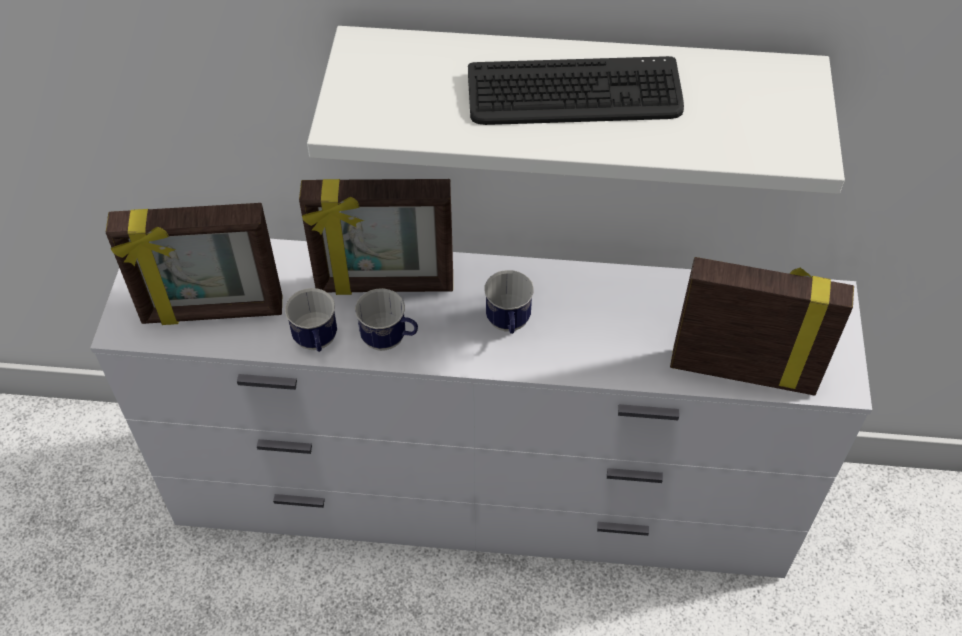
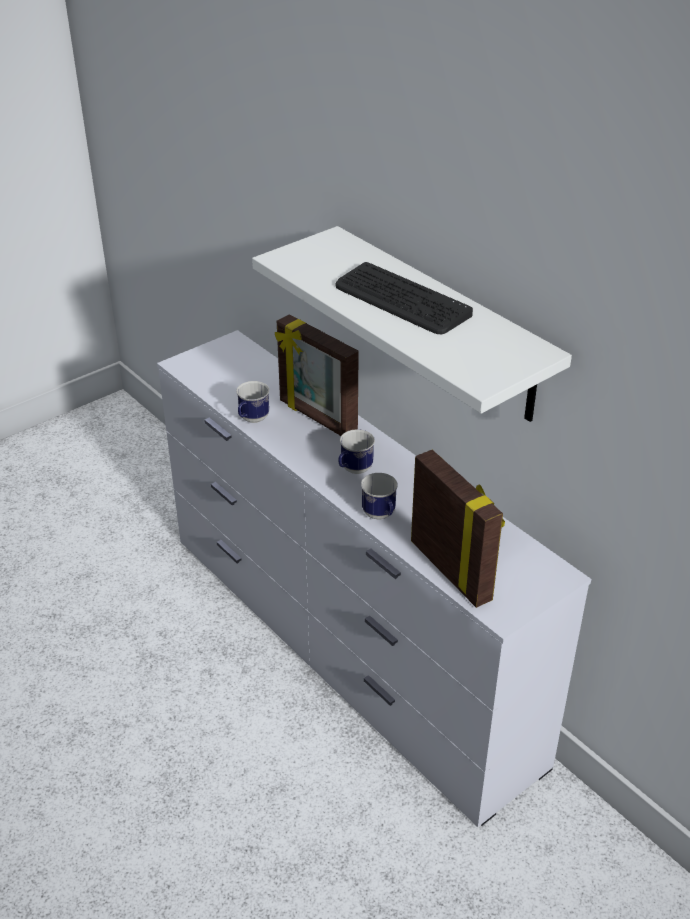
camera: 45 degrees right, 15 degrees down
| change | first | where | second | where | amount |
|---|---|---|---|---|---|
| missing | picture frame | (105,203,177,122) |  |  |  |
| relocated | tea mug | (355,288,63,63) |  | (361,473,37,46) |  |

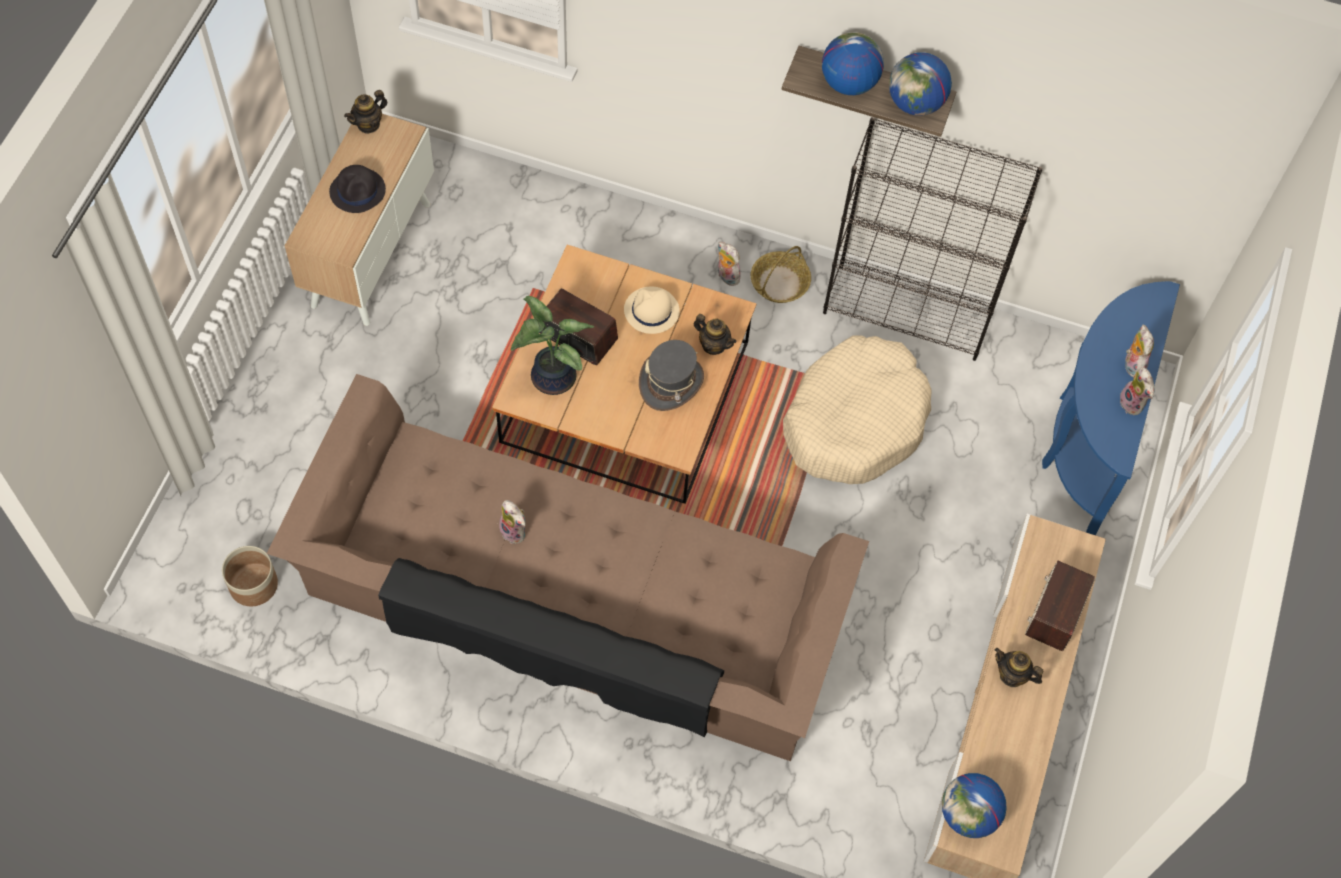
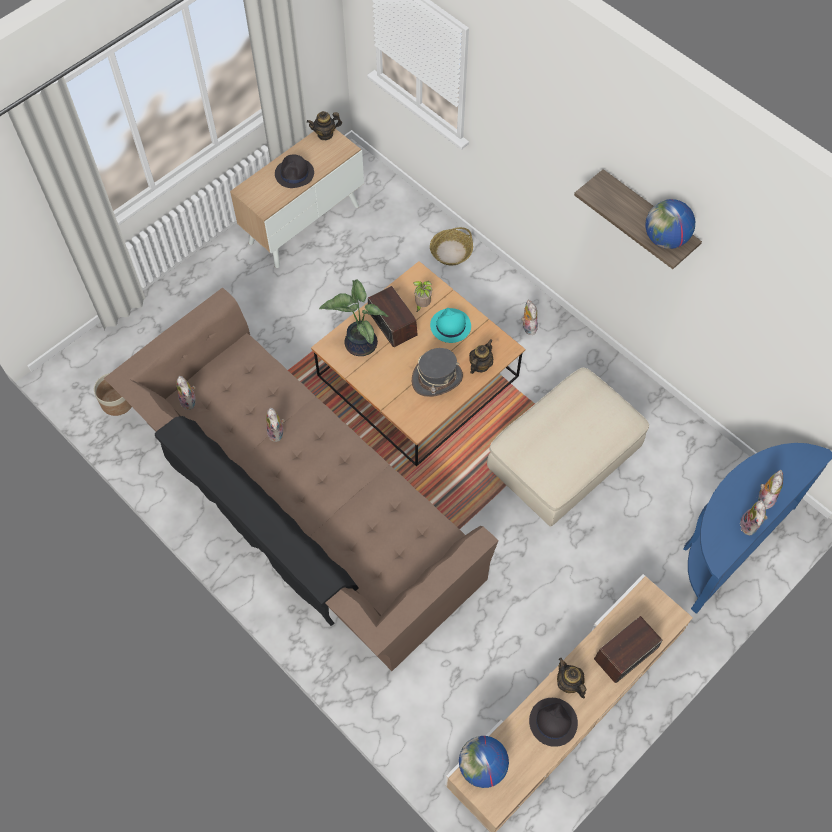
camera: 30 degrees right, 0 degrees up
| change | first | where | second | where | amount |
|---|---|---|---|---|---|
| colour | wearable hat in beige-coloured | (624,287,56,47) | wearable hat in turquoise-coloured | (430,308,41,35) |  |
| spun | teapot | (694,314,43,41) |  | (469,339,24,35) | 120 degrees counterclockwise |
| relocated | household basket | (751,246,60,57) |  | (430,227,43,38) |  |
| exchanged | pet bed in beige-coloured | (783,335,149,149) | ottoman in beige-coloured | (487,368,162,159) |  |
| missing | globe | (822,32,62,63) |  |  |  |
| missing | shelving unit in blackish | (823,117,220,244) |  |  |  |
| appeared |  |  | plush toy | (177,376,19,34) |  |
| appeared |  |  | plant in a pot | (413,281,19,31) |  |
| appeared |  |  | wearable hat in blackish | (529,698,49,49) |  |

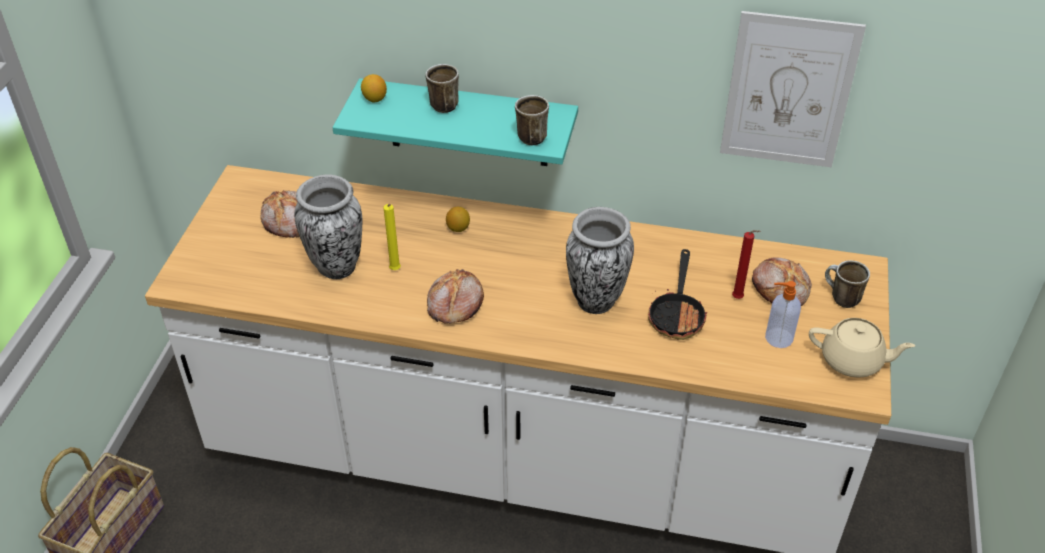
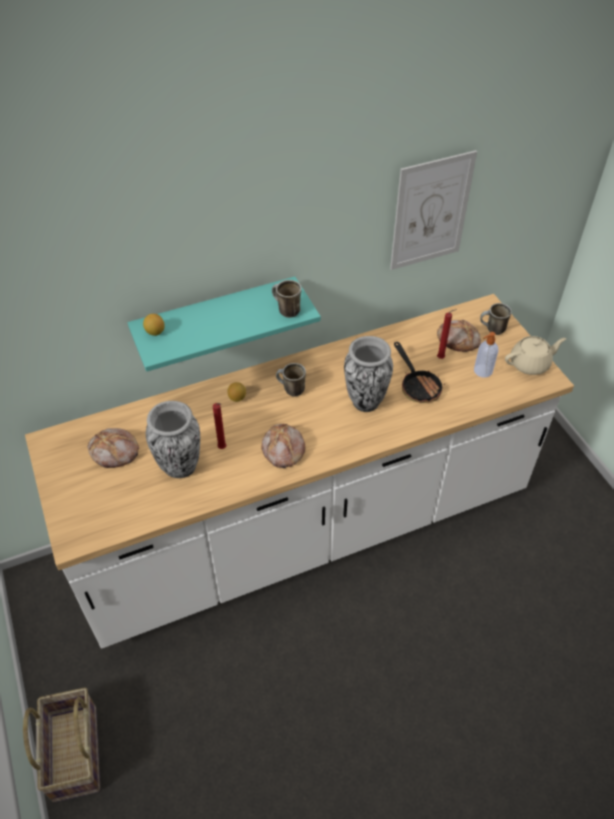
camera: 35 degrees left, 5 degrees up
| change | first | where | second | where | amount |
|---|---|---|---|---|---|
| colour | candle in yellow | (384,204,17,66) | candle in red | (213,403,13,46) |  |
| relocated | tea mug | (426,64,33,49) |  | (276,363,30,34) |  |

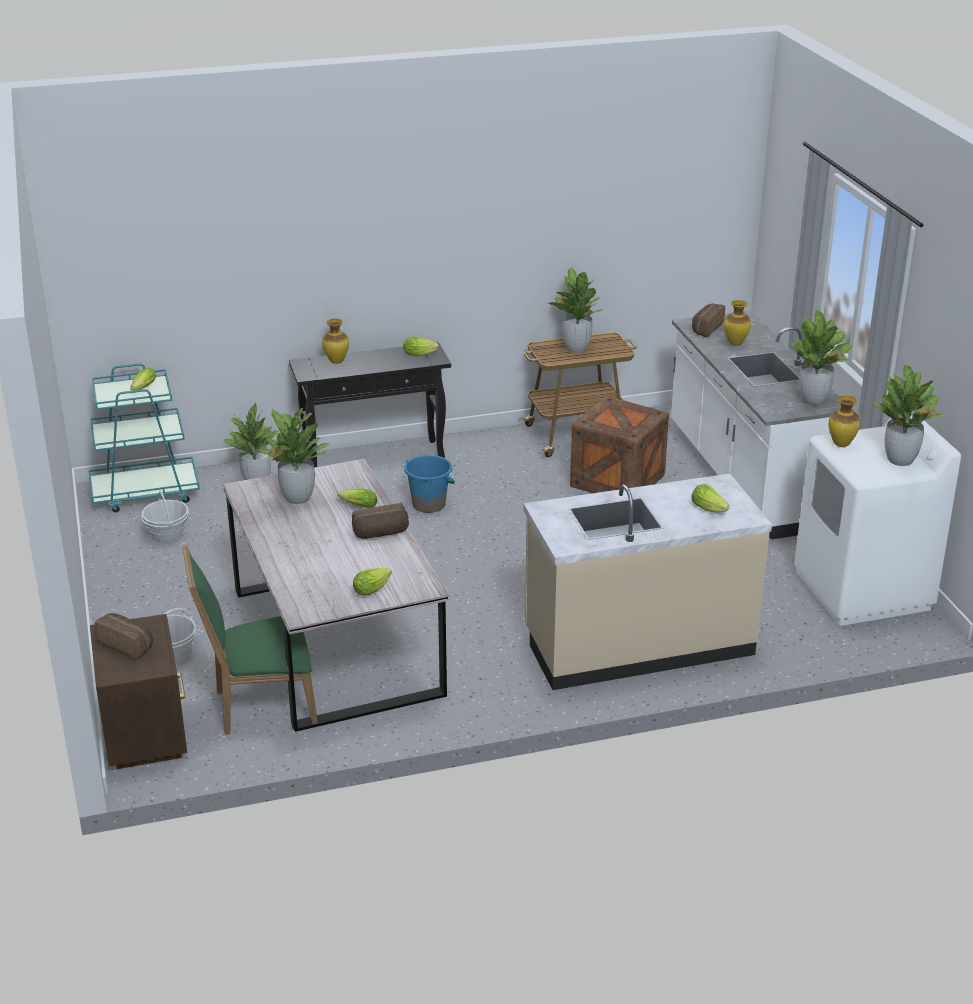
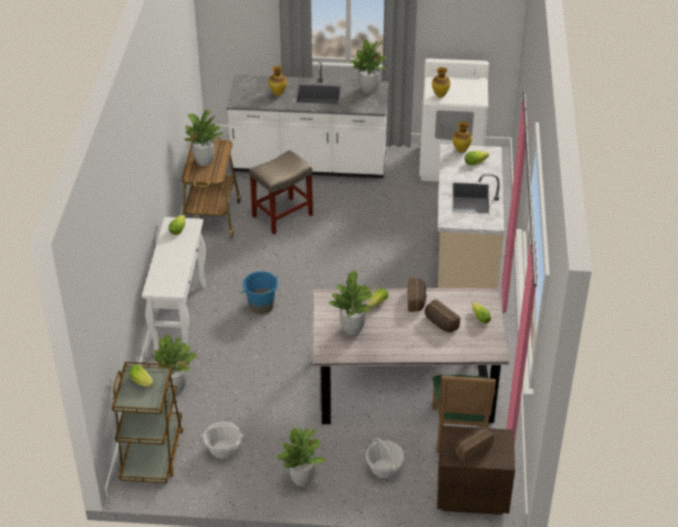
camera: 70 degrees left, 10 degrees up
| change | first | where | second | where | amount |
|---|---|---|---|---|---|
| colour | wheeled cart in turquoise-coloured | (88,363,112,149) | wheeled cart in brown | (112,362,72,121) |  |
| colour | hall table in blackish | (289,342,162,125) | hall table in whitish | (142,217,64,138) |  |
| relocated | vase | (322,319,27,45) |  | (453,121,19,32) |  |
| exchanged | shipping crate | (570,396,99,97) | stool seat in beige-coloured | (249,150,64,84) |  |
| relocated | baked bread | (692,303,33,34) |  | (425,299,35,33) |  |
| relocated | plant in a pot | (873,365,70,101) |  | (276,427,49,60) |  |

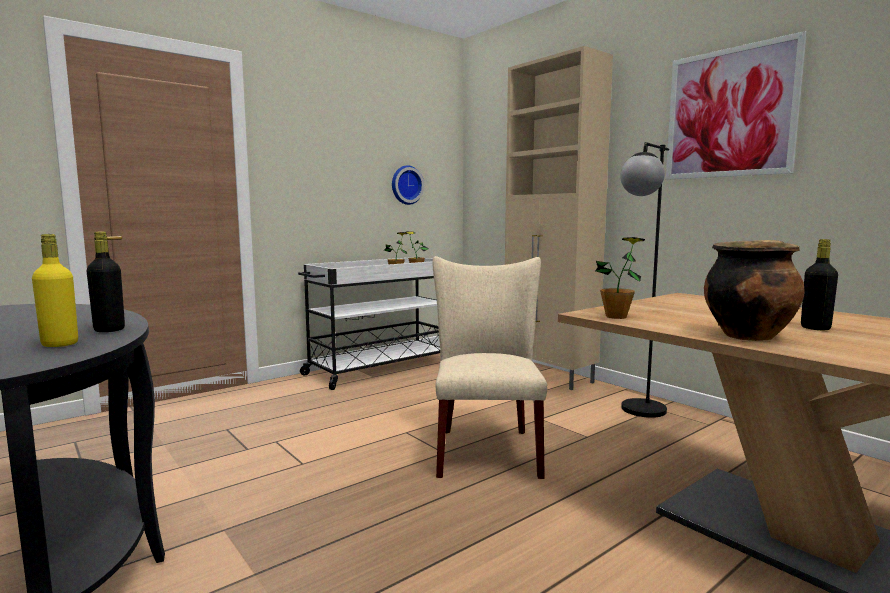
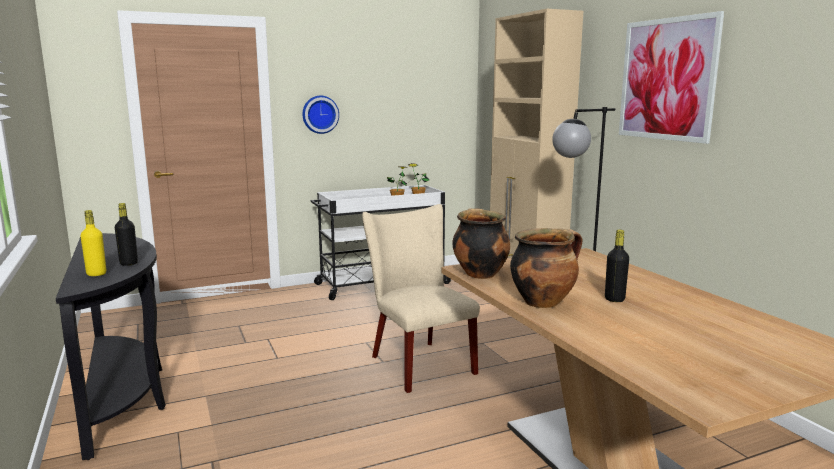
camera: 15 degrees right, 5 degrees up
| change | first | where | second | where | amount |
|---|---|---|---|---|---|
| relocated | wall clock | (392,165,32,40) |  | (302,95,37,39) |  |
| spun | plain chair in beige-coloured | (432,256,115,223) |  | (362,204,118,189) | 45 degrees counterclockwise |
| exchanged | plant in a pot | (595,237,50,82) | stockpot | (452,208,58,71) |  |

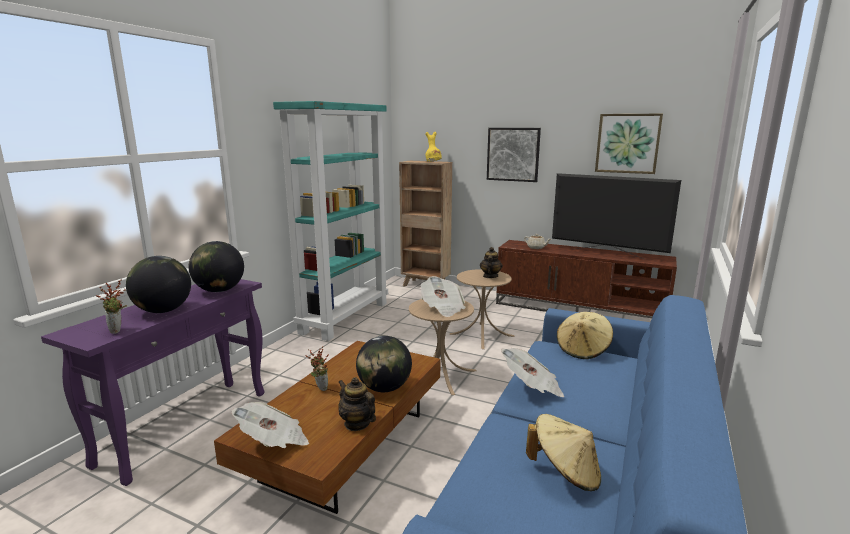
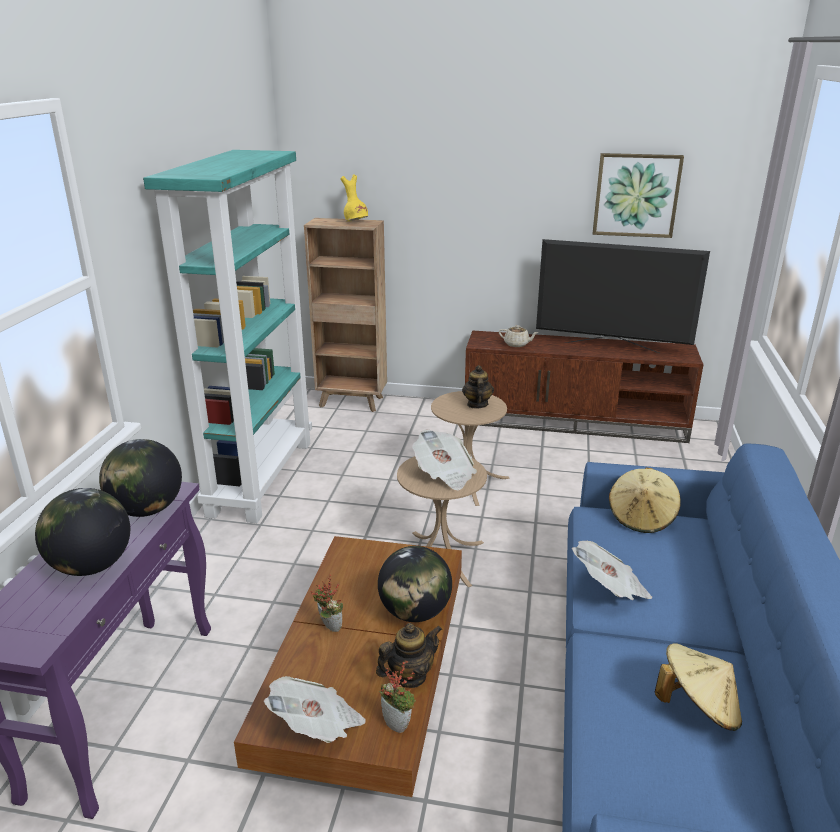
camera: 15 degrees left, 10 degrees up
| change | first | where | second | where | amount |
|---|---|---|---|---|---|
| relocated | plant in a pot | (96,280,31,54) |  | (379,661,37,72) |  |
| spun | teapot | (338,377,38,54) |  | (376,623,66,65) | 120 degrees clockwise |
| missing | picture | (487,128,54,54) |  |  |  |

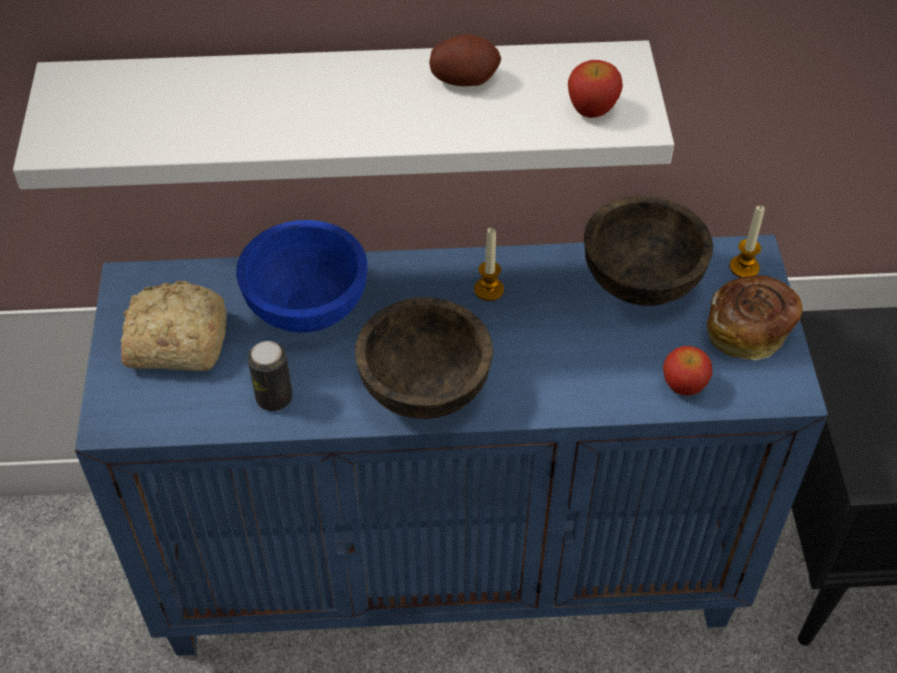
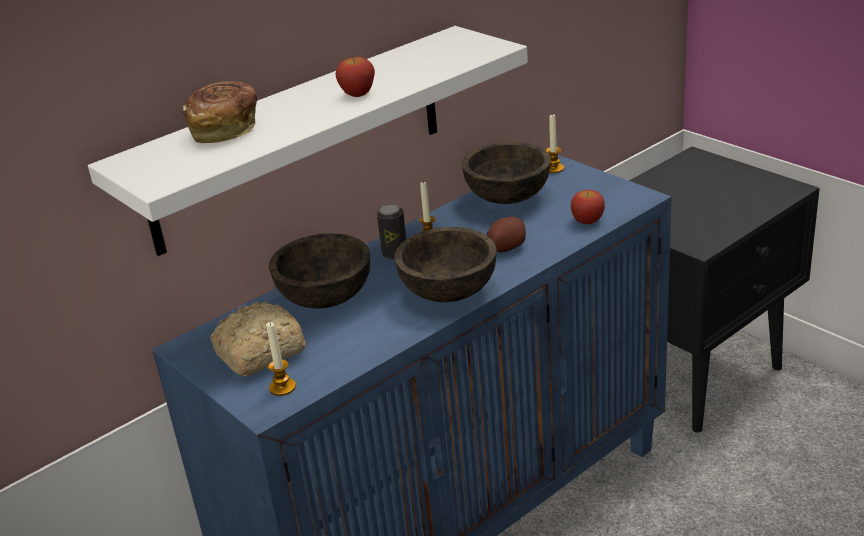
camera: 35 degrees left, 20 degrees down
| change | first | where | second | where | amount |
|---|---|---|---|---|---|
| colour | bowl in blue | (236,220,131,113) | bowl in brown | (269,233,101,76) |  |
| relocated | can | (248,341,45,70) |  | (377,204,29,56) |  |
| relocated | spud | (429,34,72,52) |  | (486,217,40,35) |  |
| relocated | apple fruit | (568,60,55,58) |  | (335,57,40,40) |  |
| relocated | baked bread | (707,275,96,86) |  | (182,81,75,62) |  |
| appeared |  |  | candle | (266,321,30,75) |  |

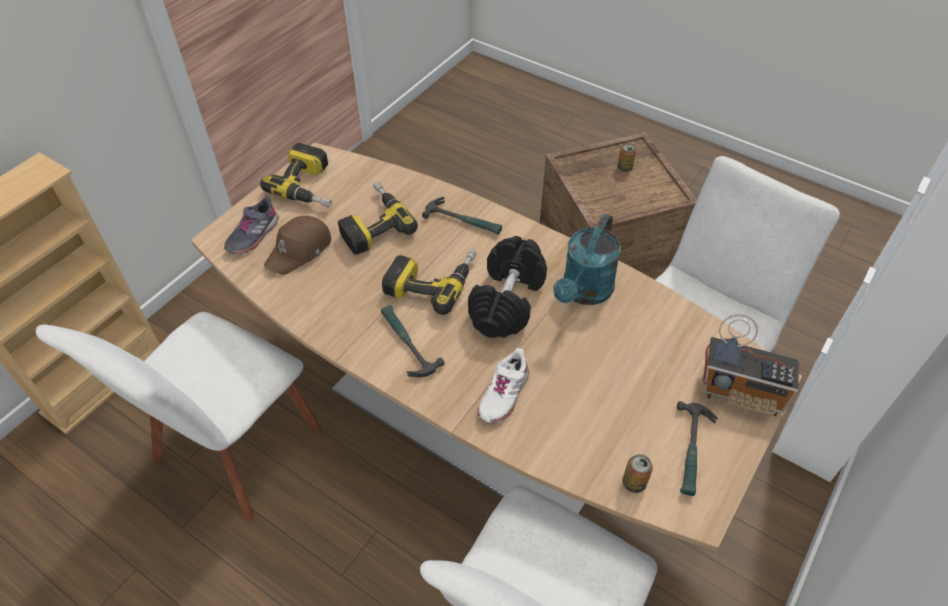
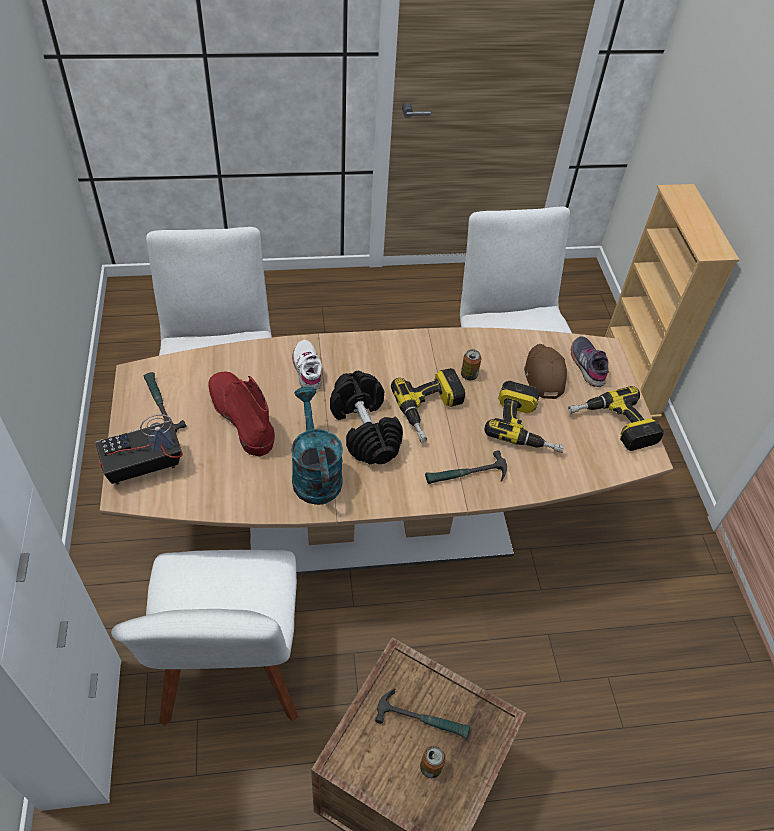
camera: 135 degrees right, 0 degrees up
| change | first | where | second | where | amount |
|---|---|---|---|---|---|
| relocated | hammer | (381,305,64,72) |  | (375,688,95,51) |  |
| relocated | can | (623,454,30,39) |  | (461,349,20,31) |  |
| appeared |  |  | high-top boot in red | (208,372,67,85) |  |

